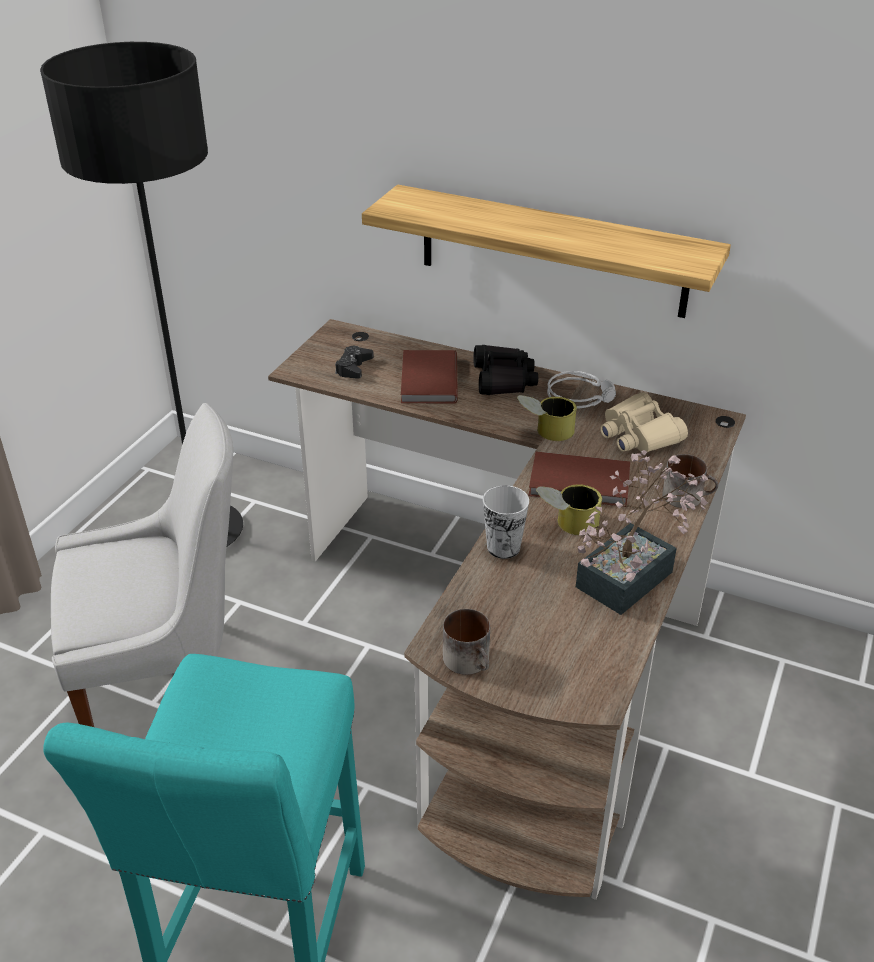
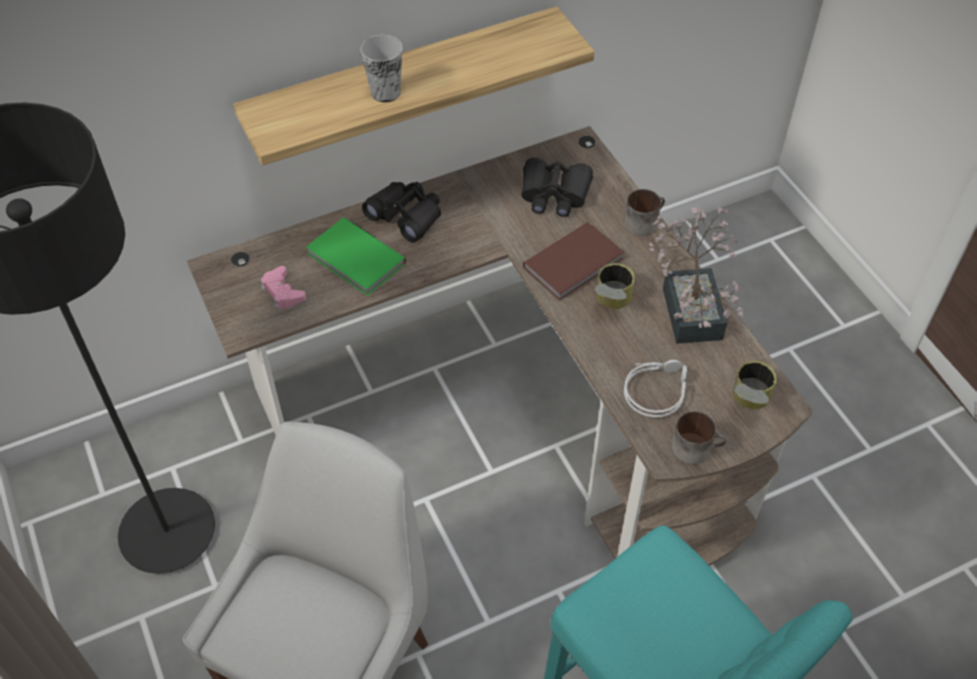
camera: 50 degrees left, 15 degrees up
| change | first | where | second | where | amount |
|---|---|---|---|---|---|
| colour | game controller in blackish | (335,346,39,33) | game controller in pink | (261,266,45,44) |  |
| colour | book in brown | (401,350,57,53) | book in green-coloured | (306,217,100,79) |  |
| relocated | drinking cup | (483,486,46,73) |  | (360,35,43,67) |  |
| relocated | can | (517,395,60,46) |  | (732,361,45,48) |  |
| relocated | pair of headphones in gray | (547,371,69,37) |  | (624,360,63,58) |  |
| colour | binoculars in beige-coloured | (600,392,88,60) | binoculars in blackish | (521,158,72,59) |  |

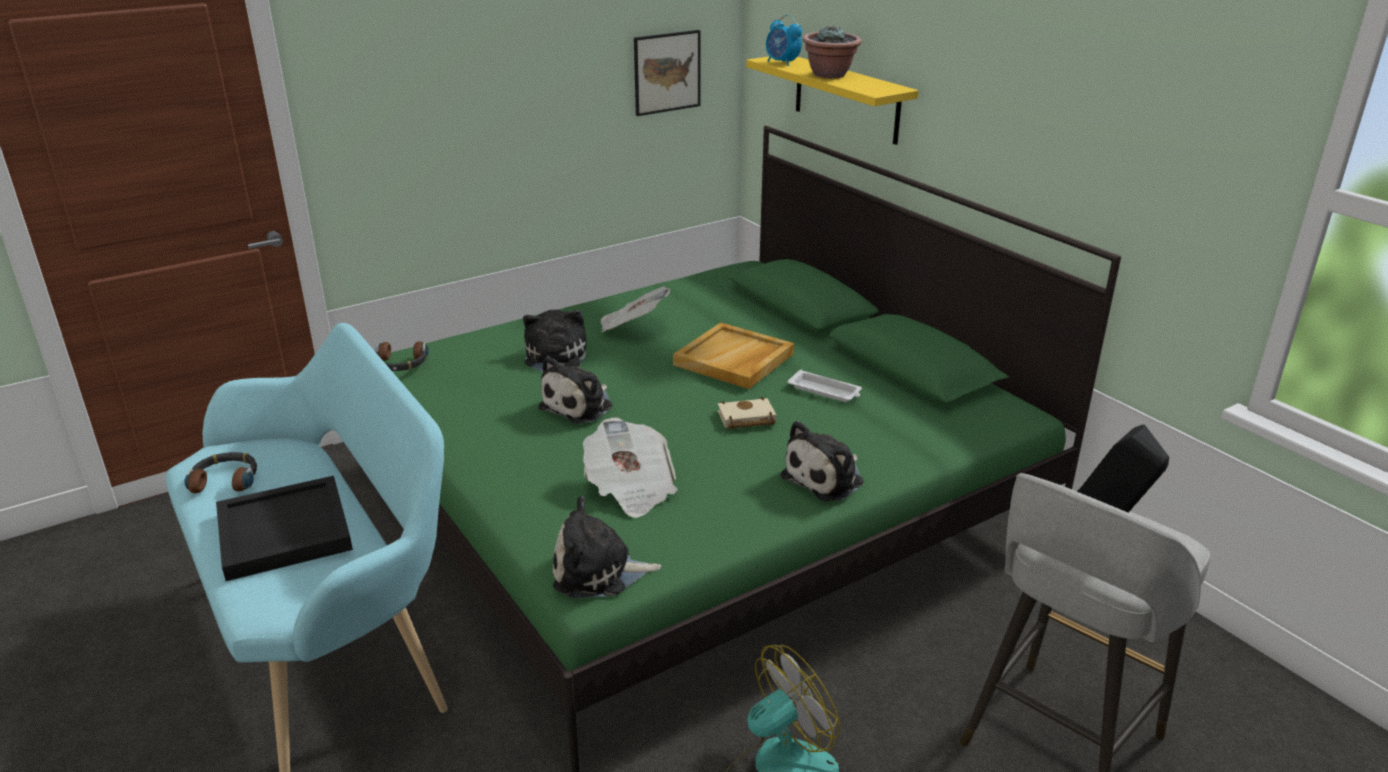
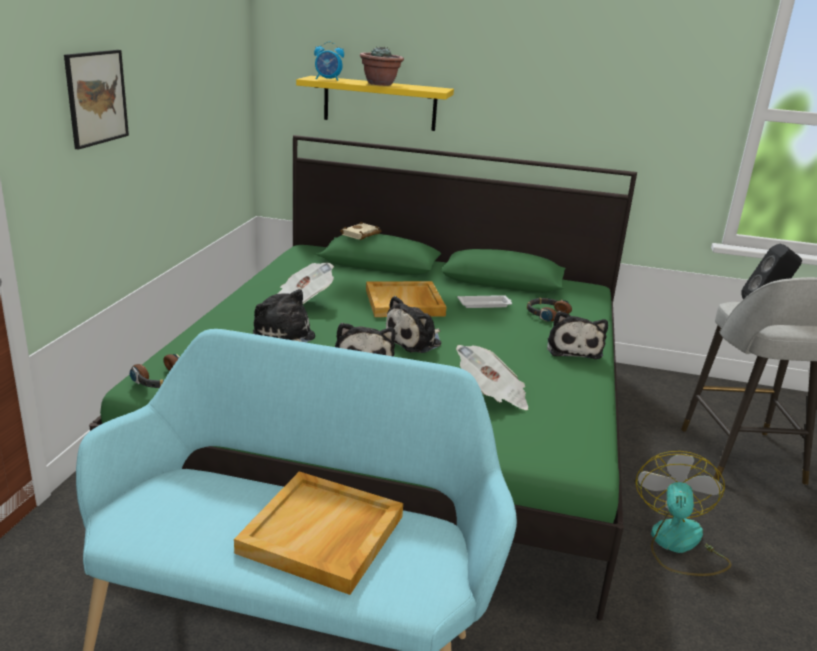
camera: 45 degrees left, 5 degrees down
| change | first | where | second | where | amount |
|---|---|---|---|---|---|
| relocated | pair of headphones | (184,452,73,41) |  | (527,298,45,24) |  |
| colour | tray in blackish | (216,476,137,105) | tray in beige-coloured | (234,471,169,124) |  |
| relocated | plush toy | (553,496,108,102) |  | (386,296,55,57) |  |
| relocated | picture | (634,30,67,86) |  | (64,50,65,100) |  |
| relocated | book in beige-coloured | (718,397,58,32) |  | (340,222,42,18) |  |

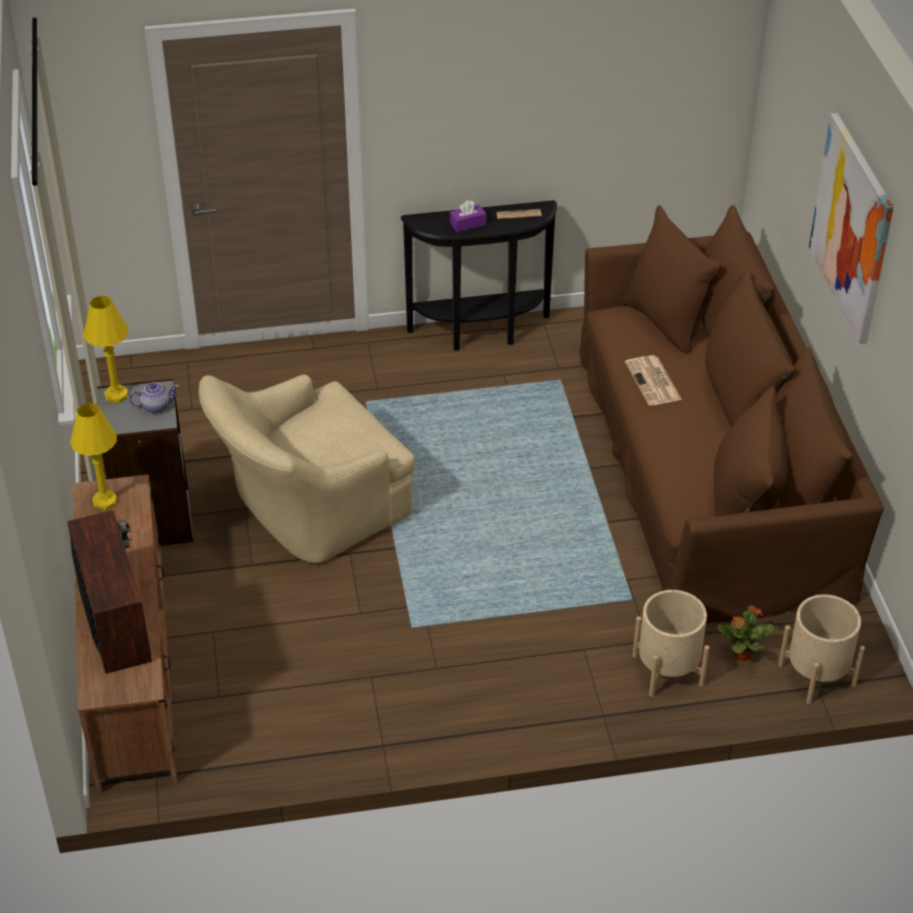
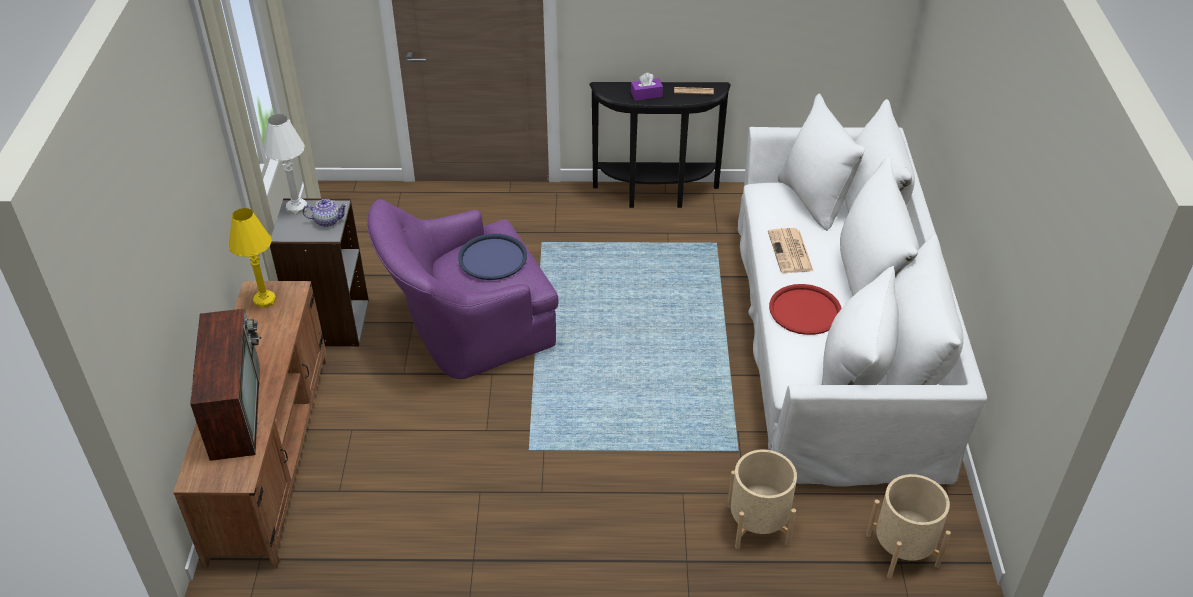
camera: 10 degrees right, 0 degrees up
| change | first | where | second | where | amount |
|---|---|---|---|---|---|
| colour | table lamp in yellow | (83,296,46,107) | table lamp in whitish | (263,114,44,101) |  |
| colour | easy chair in beige-coloured | (199,374,216,189) | easy chair in purplish | (367,199,191,180) |  |
| colour | couch in brown | (580,205,304,418) | couch in whitish | (738,93,249,394) |  |
| missing | plant in a pot | (717,605,57,56) |  |  |  |
| missing | picture | (809,113,84,231) |  |  |  |
| appeared |  |  | tray in blue | (458,234,69,46) |  |
| appeared |  |  | tray in red | (769,284,72,51) |  |

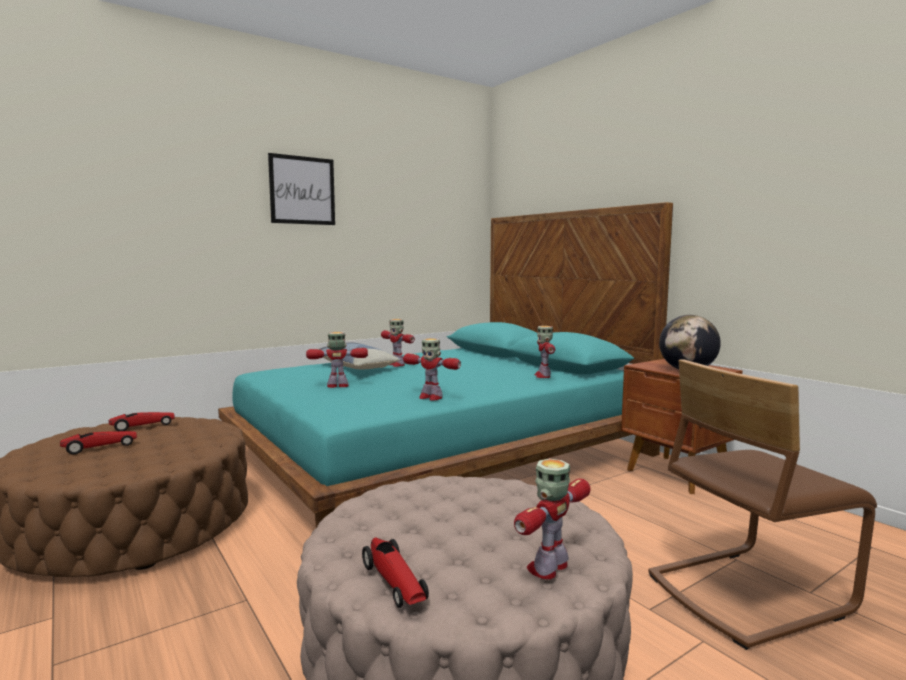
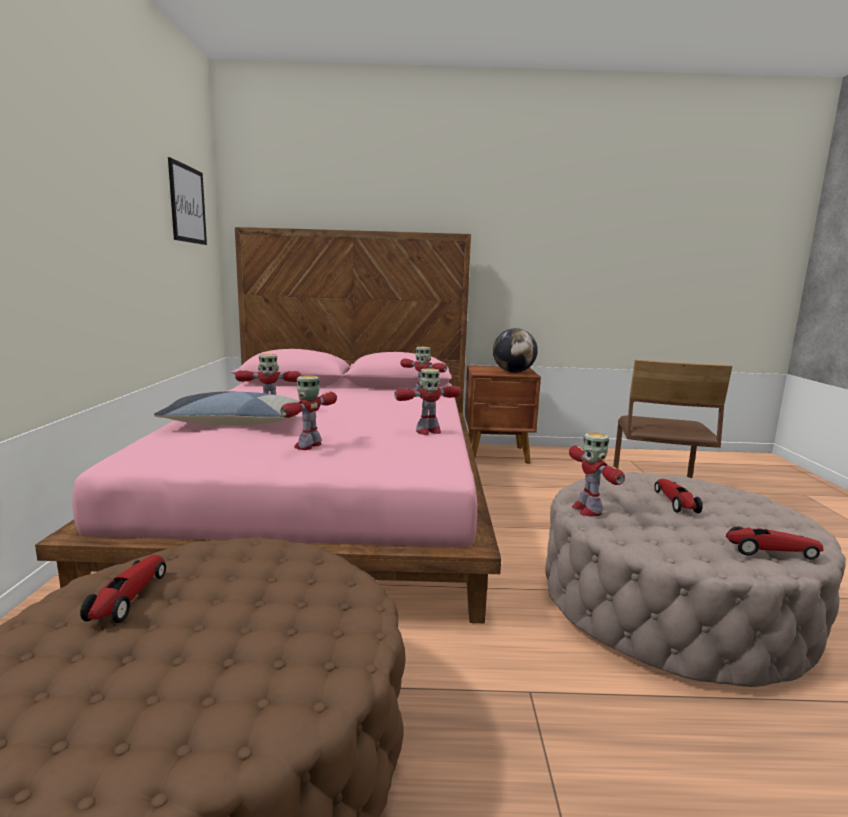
camera: 55 degrees left, 5 degrees up
| change | first | where | second | where | amount |
|---|---|---|---|---|---|
| relocated | miniature car | (60,431,77,24) |  | (654,479,49,35) |  |
| colour | bedroom bed in turquoise-coloured | (218,202,455,326) | bedroom bed in pink | (35,227,466,396) |  |
| relocated | picture | (268,153,67,72) |  | (168,157,39,88) |  |
| relocated | model robot | (514,459,77,120) |  | (569,432,56,84) |  |

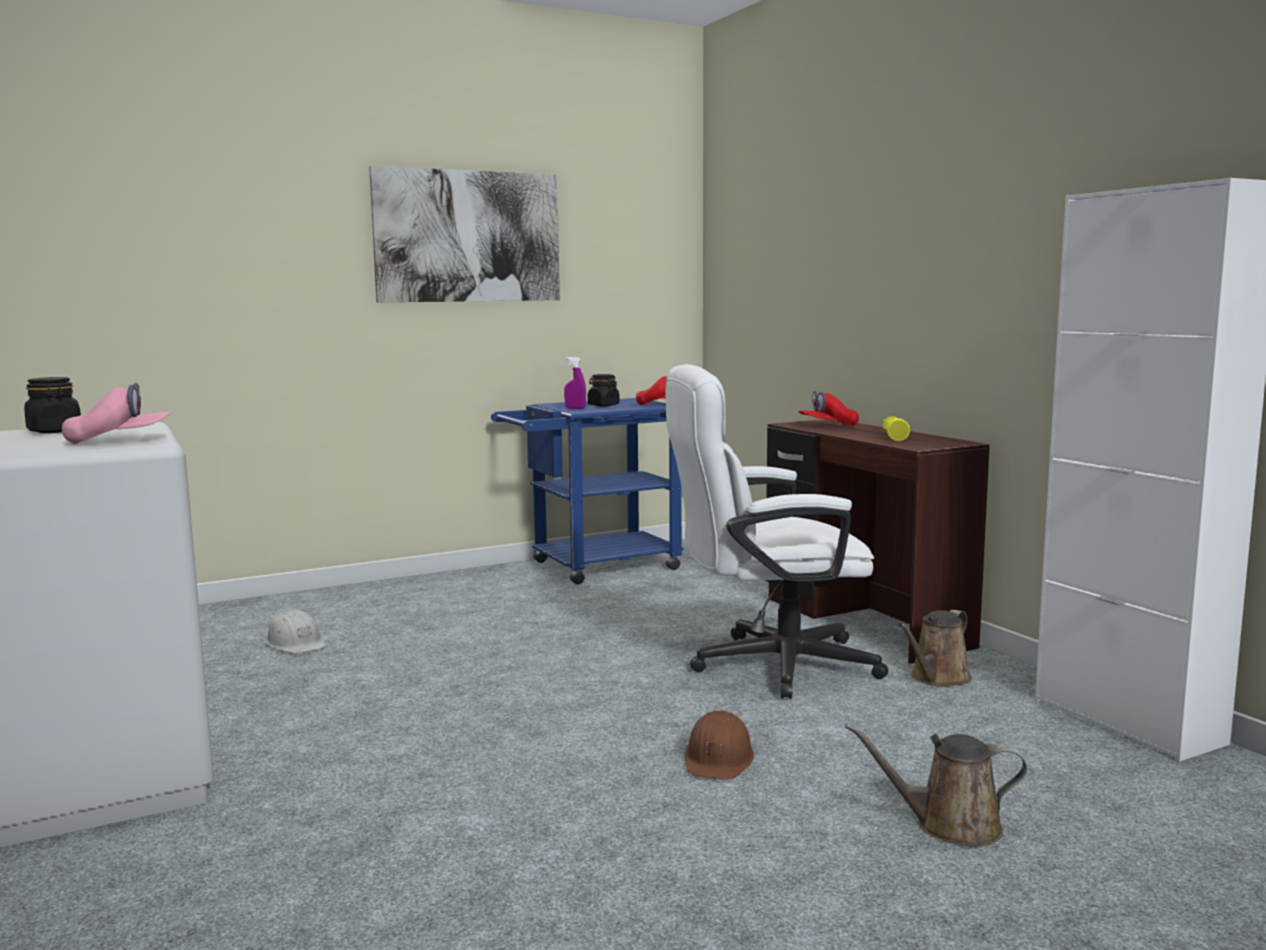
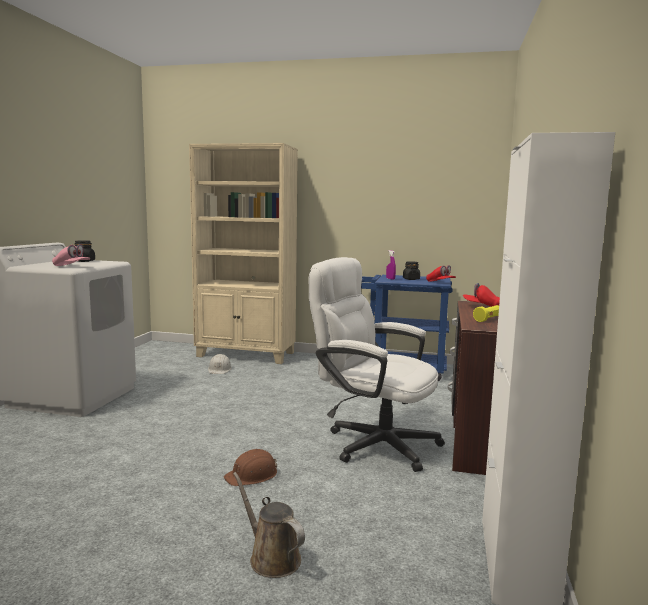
camera: 40 degrees right, 0 degrees up
| change | first | where | second | where | amount |
|---|---|---|---|---|---|
| missing | picture | (369,166,191,136) |  |  |  |
| missing | sprinkling can in brown | (898,610,74,77) |  |  |  |
| appeared |  |  | shelving unit in beige-coloured | (189,143,109,221) |  |

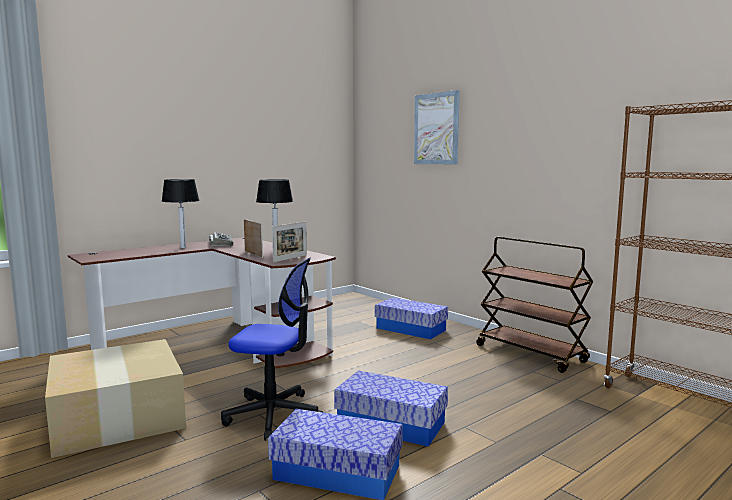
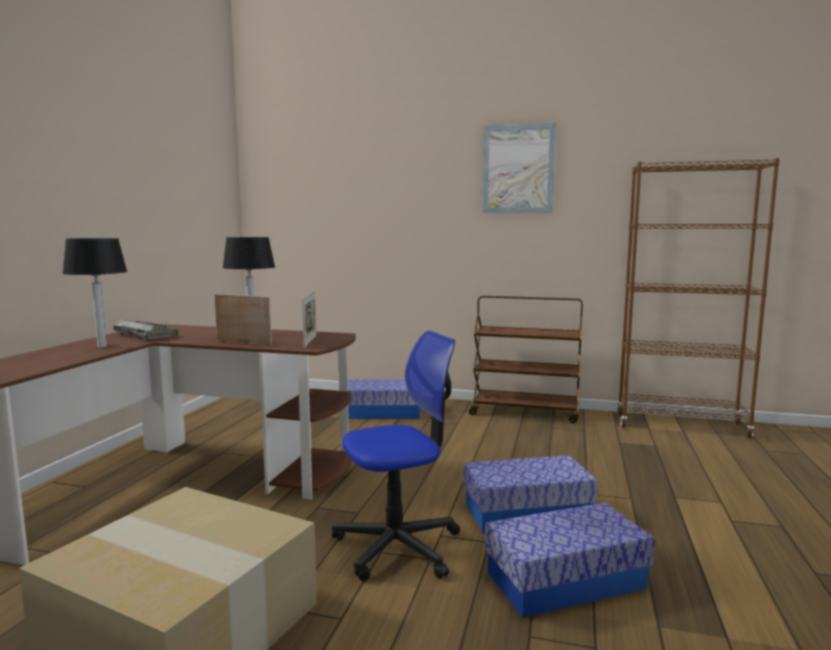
camera: 35 degrees left, 0 degrees up
| change | first | where | second | where | amount |
|---|---|---|---|---|---|
| relocated | picture | (414,90,46,74) |  | (482,123,74,90) |  |

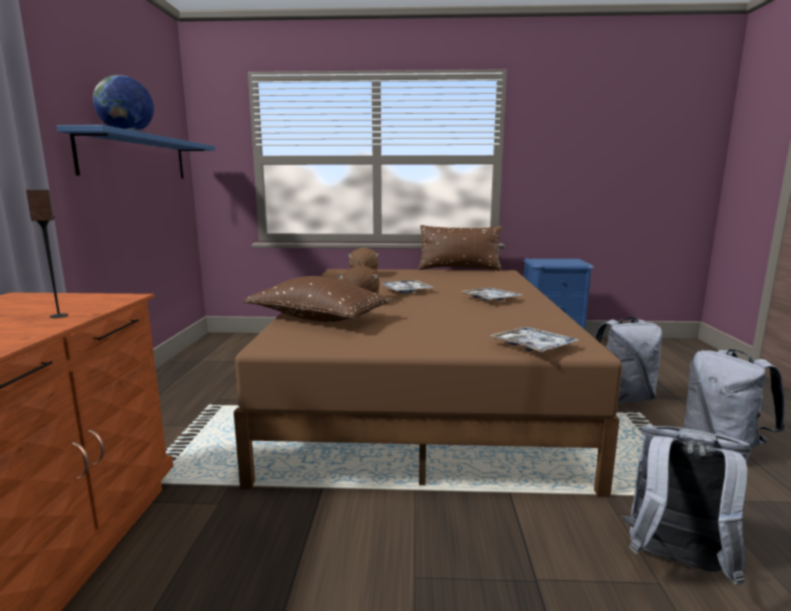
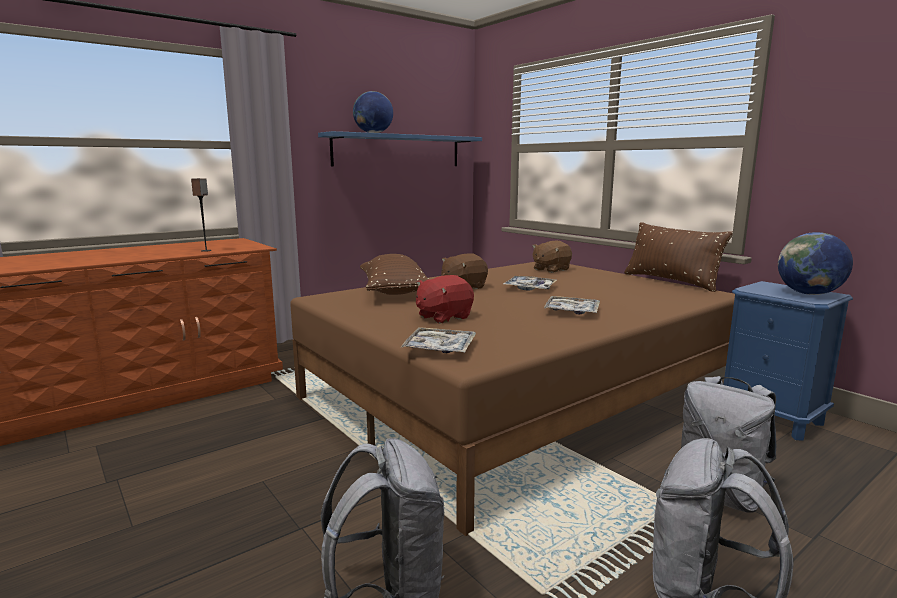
camera: 50 degrees right, 0 degrees up
| change | first | where | second | where | amount |
|---|---|---|---|---|---|
| appeared |  |  | plush toy in red | (416,275,58,49) |  |
| appeared |  |  | globe | (778,232,75,63) |  |

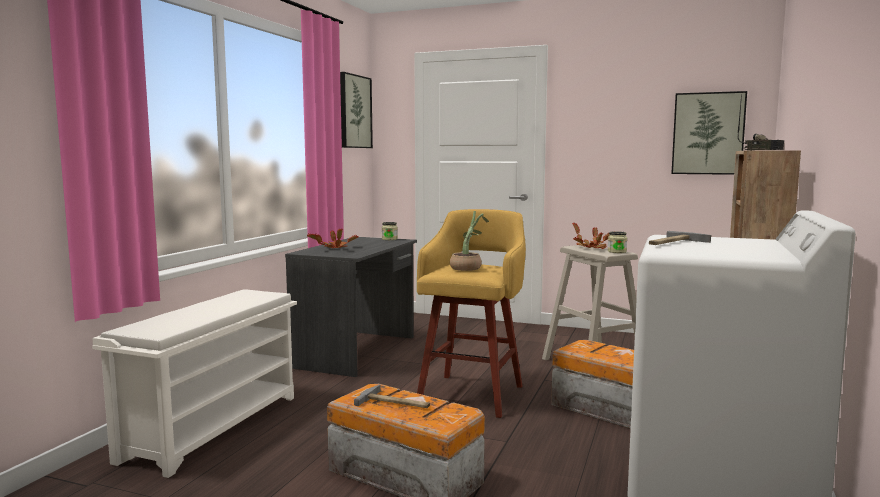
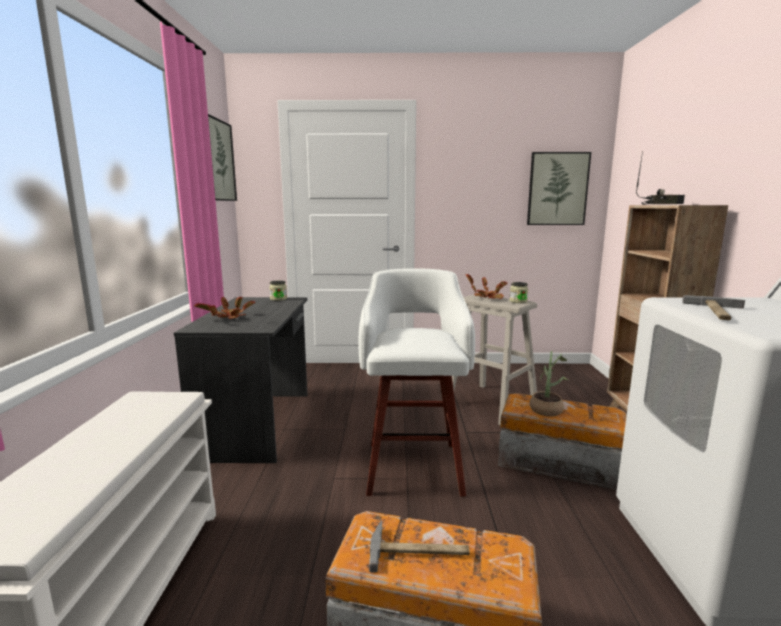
camera: 20 degrees left, 5 degrees up
| change | first | where | second | where | amount |
|---|---|---|---|---|---|
| colour | stool seat in yellow | (417,209,109,209) | stool seat in whitish | (358,268,117,229) |  |
| relocated | plant in a pot | (450,211,39,60) |  | (530,351,39,65) |  |

